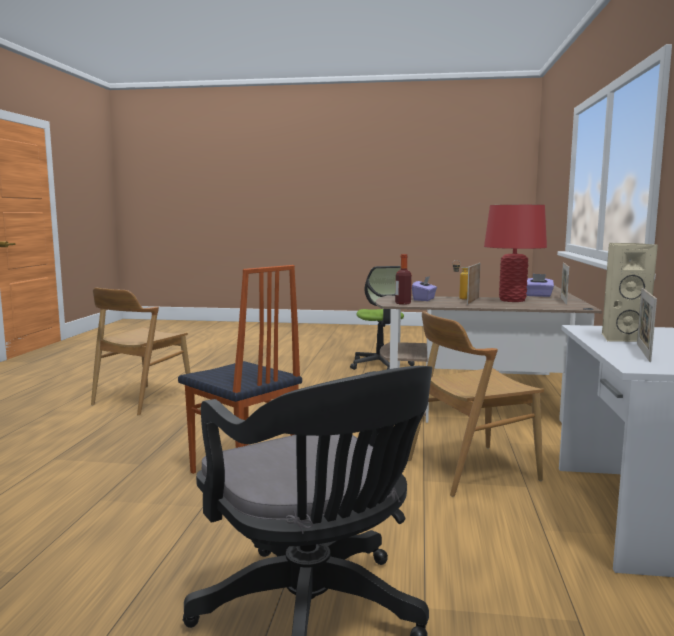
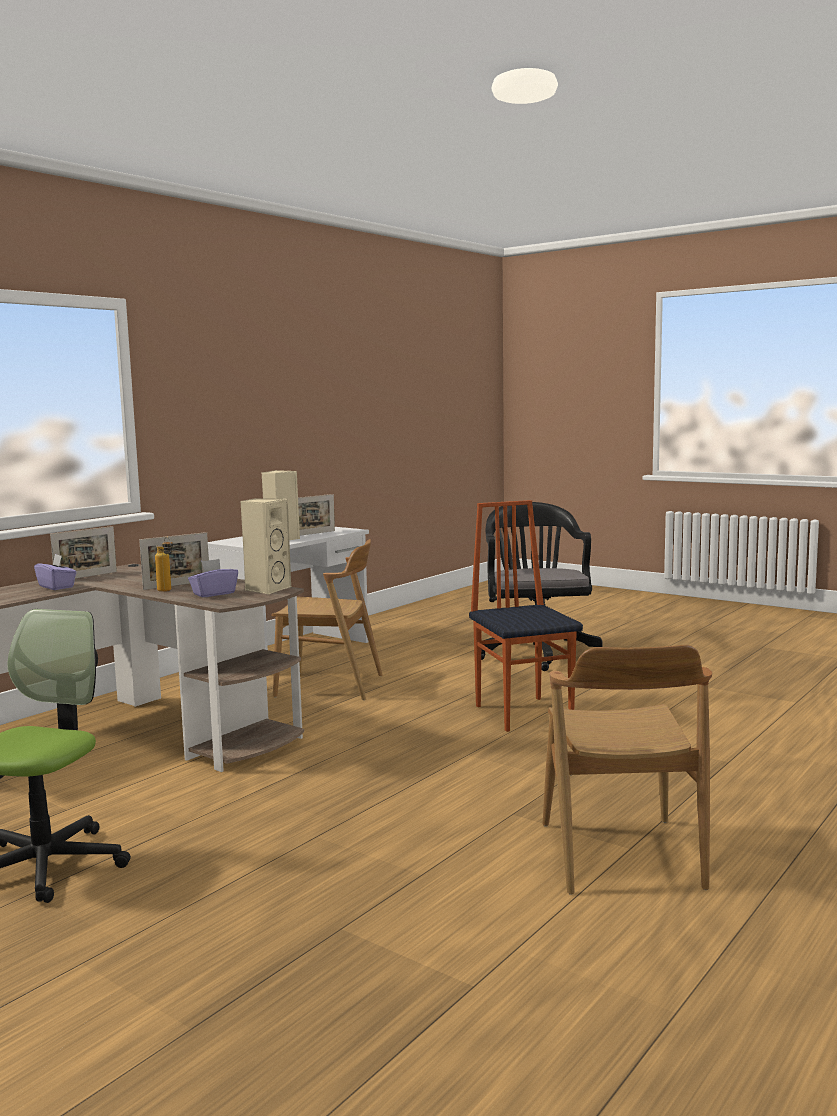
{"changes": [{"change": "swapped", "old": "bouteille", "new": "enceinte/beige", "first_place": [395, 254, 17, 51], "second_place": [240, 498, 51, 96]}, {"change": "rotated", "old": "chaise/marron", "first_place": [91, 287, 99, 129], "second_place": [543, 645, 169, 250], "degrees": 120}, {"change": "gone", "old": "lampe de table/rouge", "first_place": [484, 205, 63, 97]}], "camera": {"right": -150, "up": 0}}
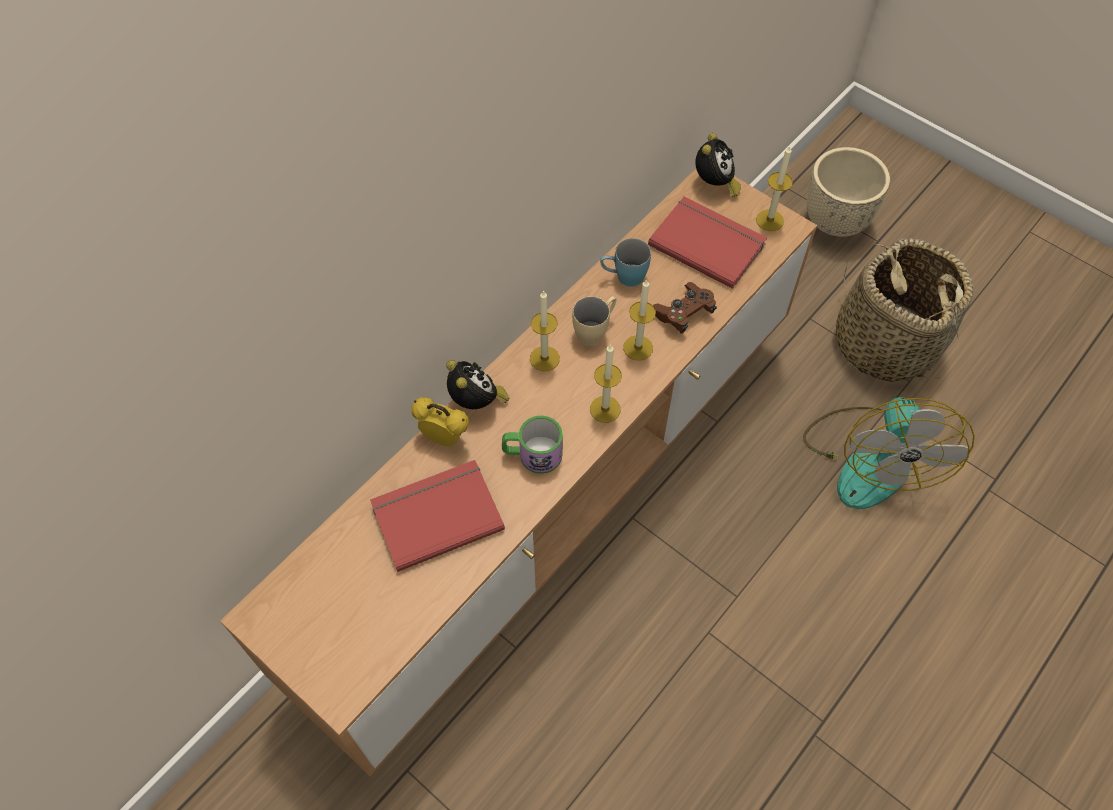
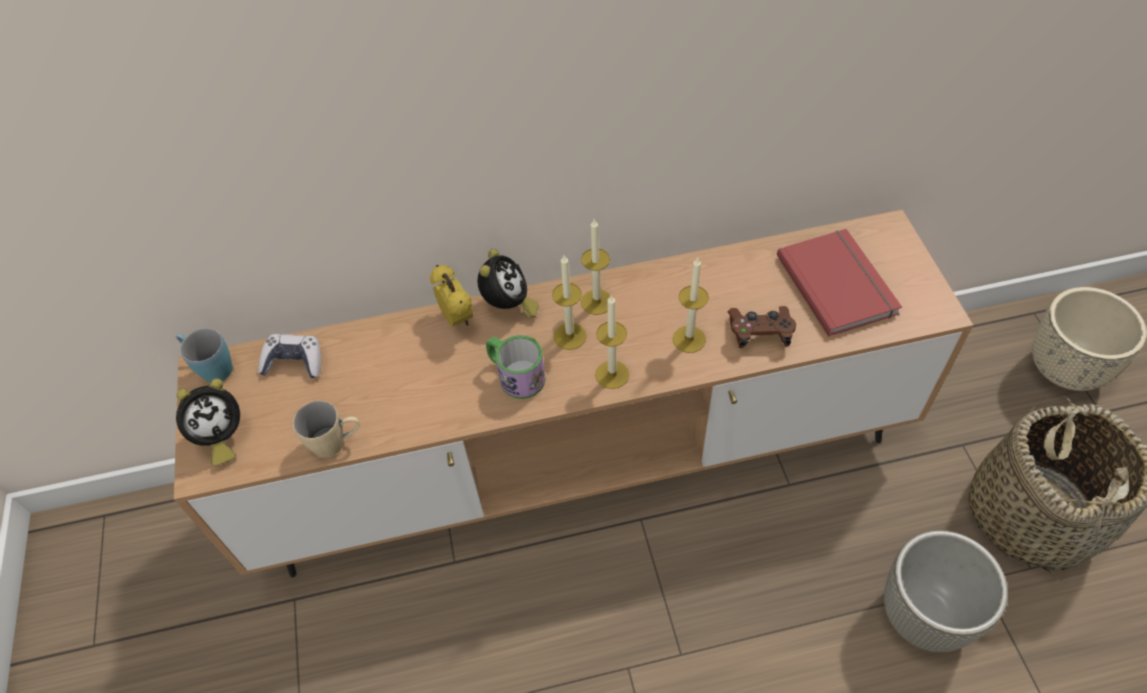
{"changes": [{"change": "shifted", "old": "mug/bleu", "first_place": [600, 238, 51, 49], "second_place": [176, 328, 57, 55]}, {"change": "shifted", "old": "réveil", "first_place": [695, 133, 46, 64], "second_place": [176, 378, 64, 88]}, {"change": "new", "new": "manette", "second_place": [258, 334, 63, 44]}, {"change": "shifted", "old": "mug/beige", "first_place": [572, 296, 45, 50], "second_place": [293, 401, 66, 57]}, {"change": "shifted", "old": "bougie", "first_place": [756, 146, 37, 85], "second_place": [552, 255, 35, 95]}, {"change": "swapped", "old": "ventilateur", "new": "cache-pot/gris", "first_place": [803, 397, 172, 112], "second_place": [884, 530, 124, 122]}, {"change": "gone", "old": "livre/rouge", "first_place": [370, 460, 135, 112]}], "camera": {"right": 40, "up": -5}}
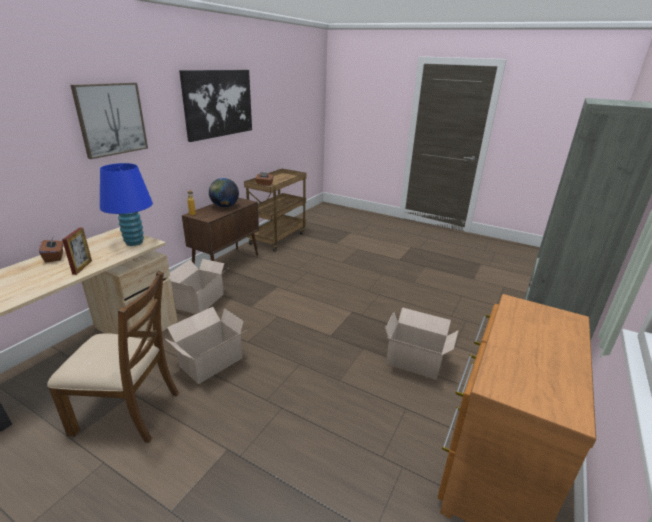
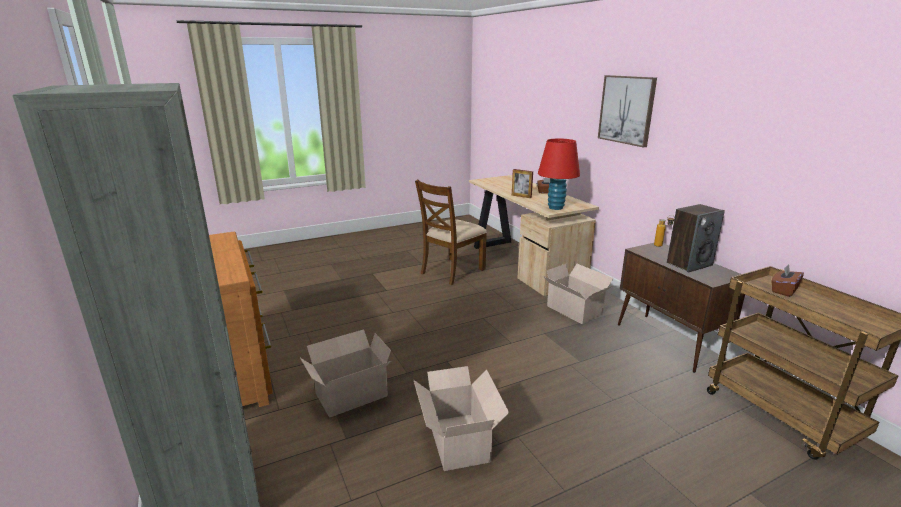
{"changes": [{"change": "shifted", "old": "carton", "first_place": [166, 307, 79, 77], "second_place": [414, 366, 95, 105]}, {"change": "repainted", "old": "lampe de table/bleu", "new": "lampe de table/rouge", "first_place": [100, 163, 53, 83], "second_place": [538, 139, 42, 71]}, {"change": "swapped", "old": "globe", "new": "enceinte", "first_place": [209, 178, 30, 30], "second_place": [667, 204, 58, 68]}, {"change": "gone", "old": "tableau", "first_place": [179, 70, 73, 72]}], "camera": {"right": 125, "up": -5}}
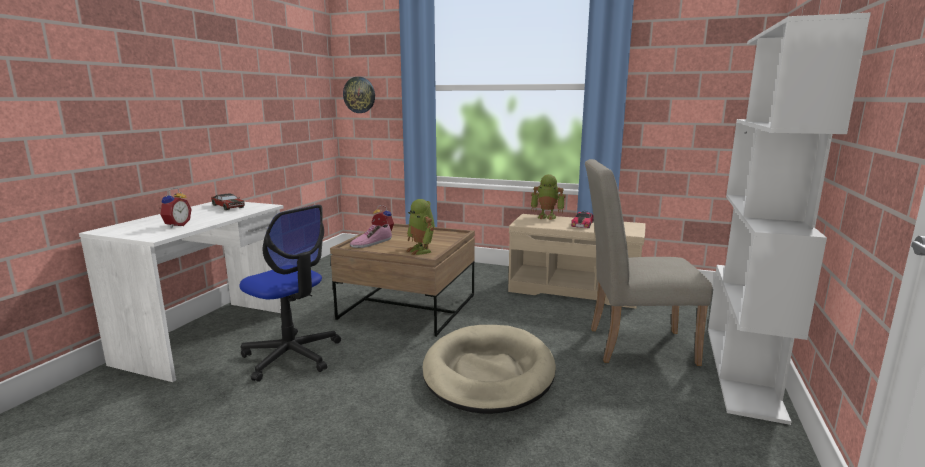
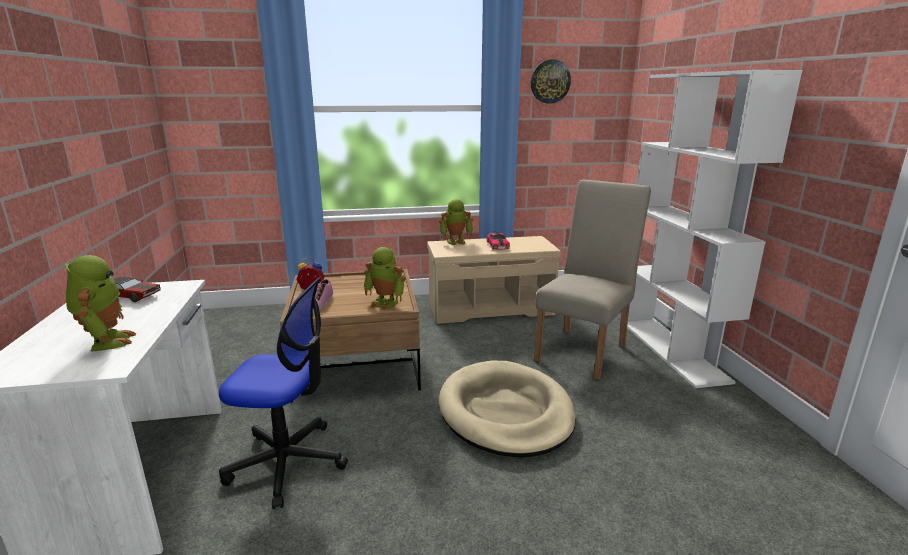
{"changes": [{"change": "swapped", "old": "réveil", "new": "robot jouet", "first_place": [160, 188, 31, 40], "second_place": [65, 255, 71, 97]}, {"change": "shifted", "old": "horloge murale", "first_place": [343, 77, 32, 36], "second_place": [531, 60, 40, 43]}, {"change": "rotated", "old": "chaise/beige", "first_place": [585, 159, 128, 207], "second_place": [534, 180, 117, 200], "degrees": 150}], "camera": {"right": -30, "up": 5}}
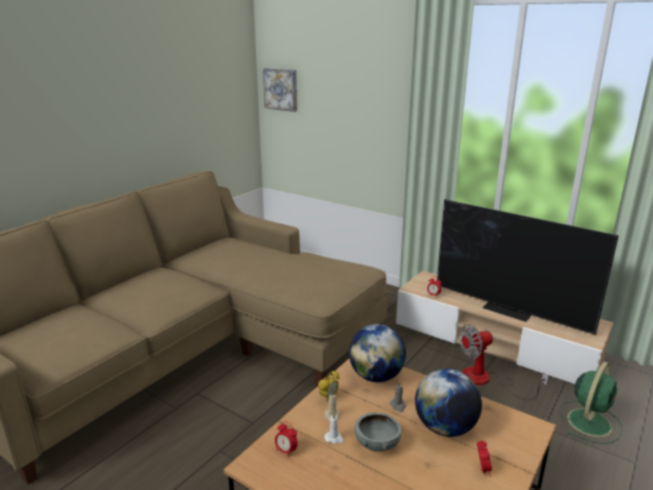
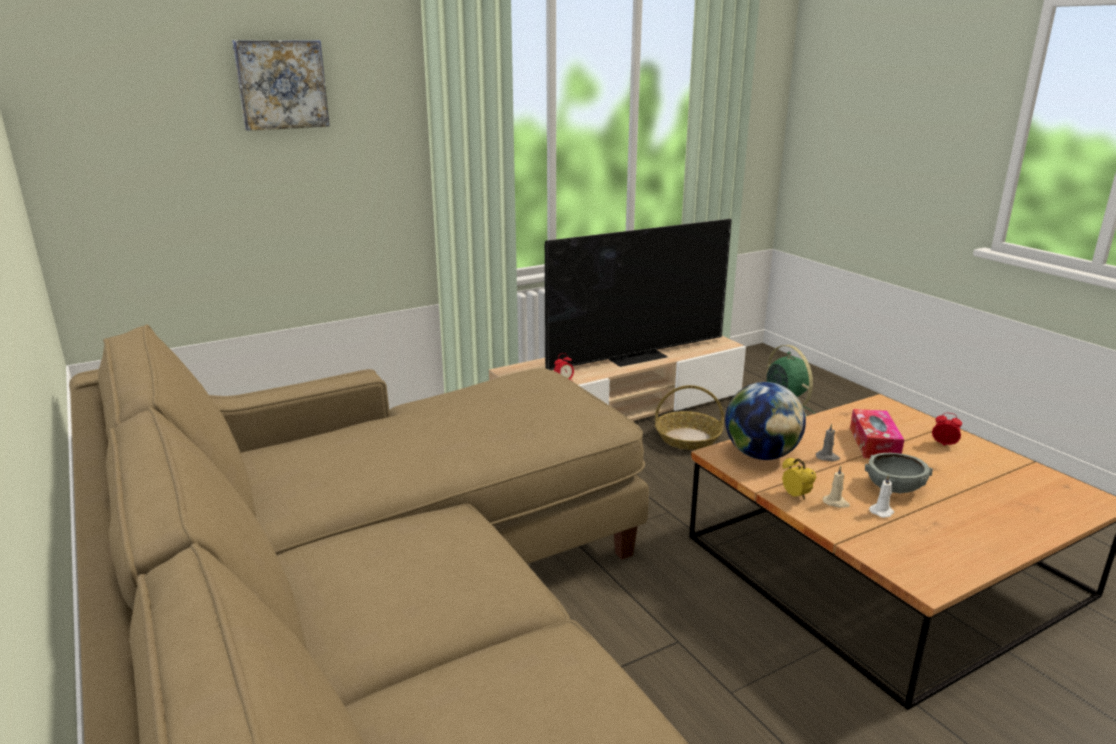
{"changes": [{"change": "shifted", "old": "tableau", "first_place": [263, 68, 34, 44], "second_place": [232, 40, 98, 91]}, {"change": "swapped", "old": "ventilateur", "new": "panier", "first_place": [459, 324, 90, 76], "second_place": [655, 385, 69, 65]}, {"change": "swapped", "old": "globe", "new": "boîte à mouchoirs", "first_place": [415, 369, 67, 68], "second_place": [850, 409, 54, 49]}, {"change": "gone", "old": "réveil", "first_place": [275, 421, 23, 37]}], "camera": {"right": -65, "up": 0}}
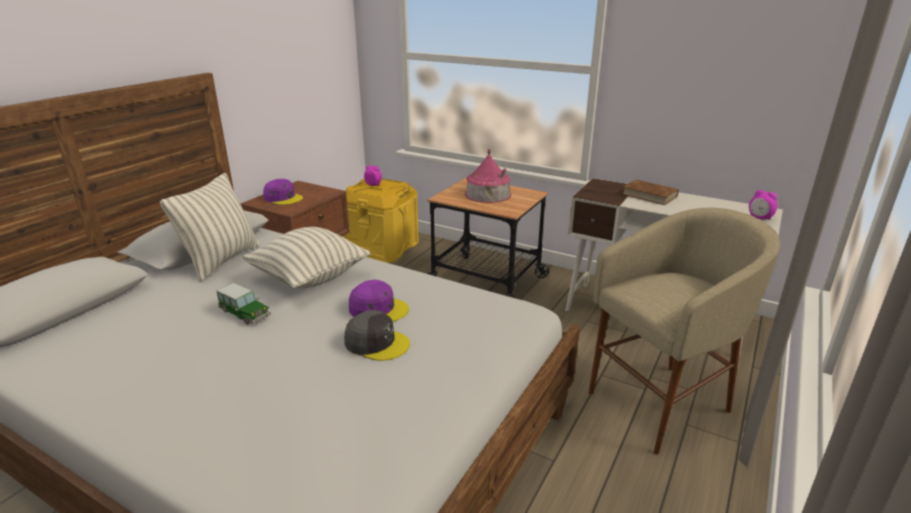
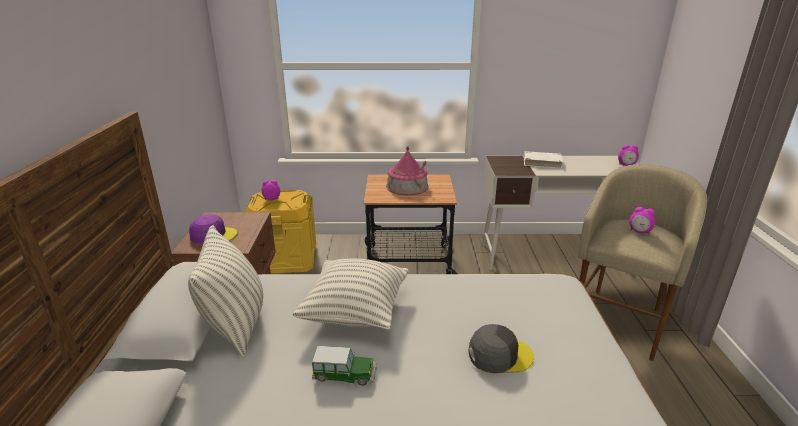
{"changes": [{"change": "repainted", "old": "livre/marron", "new": "livre/blanc", "first_place": [622, 179, 57, 26], "second_place": [523, 151, 40, 17]}, {"change": "new", "new": "réveil", "second_place": [629, 207, 26, 26]}, {"change": "gone", "old": "casquette/violet", "first_place": [349, 280, 60, 42]}], "camera": {"right": -30, "up": 0}}
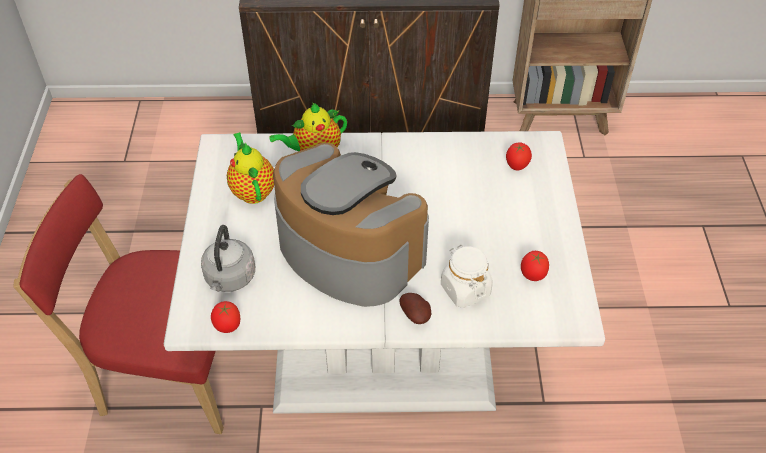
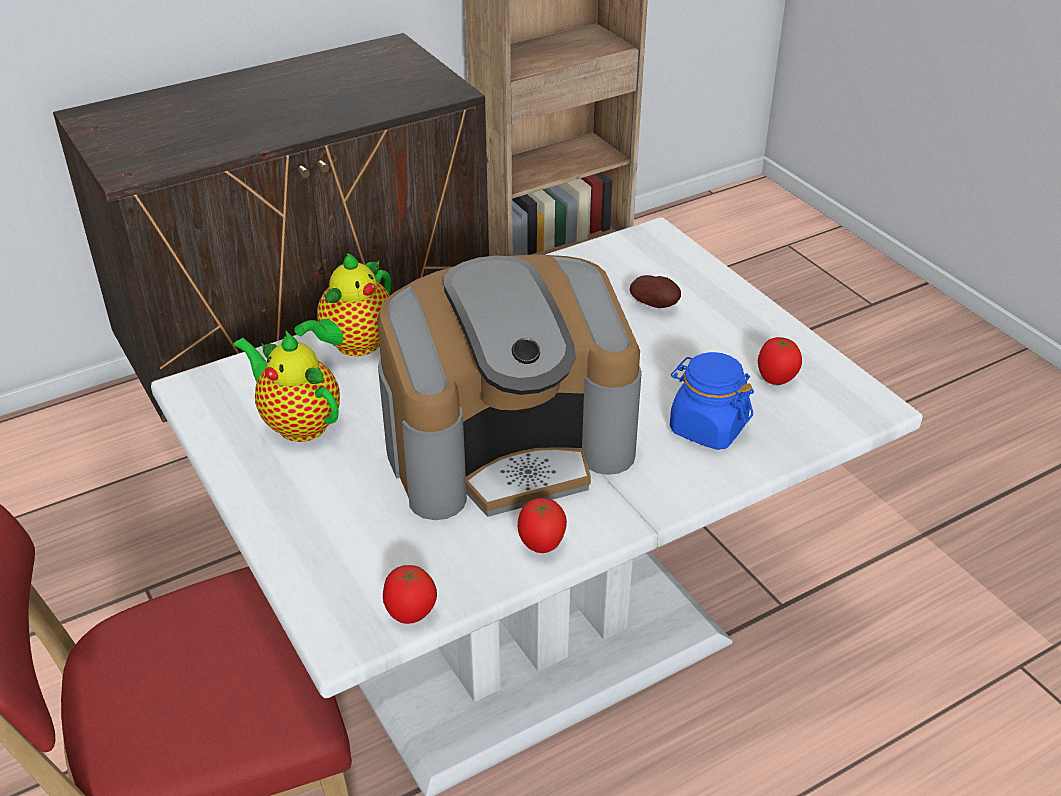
{"changes": [{"change": "rotated", "old": "machine à café", "first_place": [273, 143, 156, 164], "second_place": [377, 254, 265, 266], "degrees": 150}, {"change": "shifted", "old": "tomate", "first_place": [506, 142, 26, 28], "second_place": [518, 498, 49, 55]}, {"change": "shifted", "old": "pomme de terre", "first_place": [399, 293, 32, 31], "second_place": [630, 275, 51, 33]}, {"change": "repainted", "old": "bocal/blanc", "new": "bocal/bleu", "first_place": [441, 245, 52, 63], "second_place": [670, 352, 84, 98]}, {"change": "gone", "old": "bouilloire/gris", "first_place": [201, 225, 54, 67]}], "camera": {"right": -30, "up": -10}}
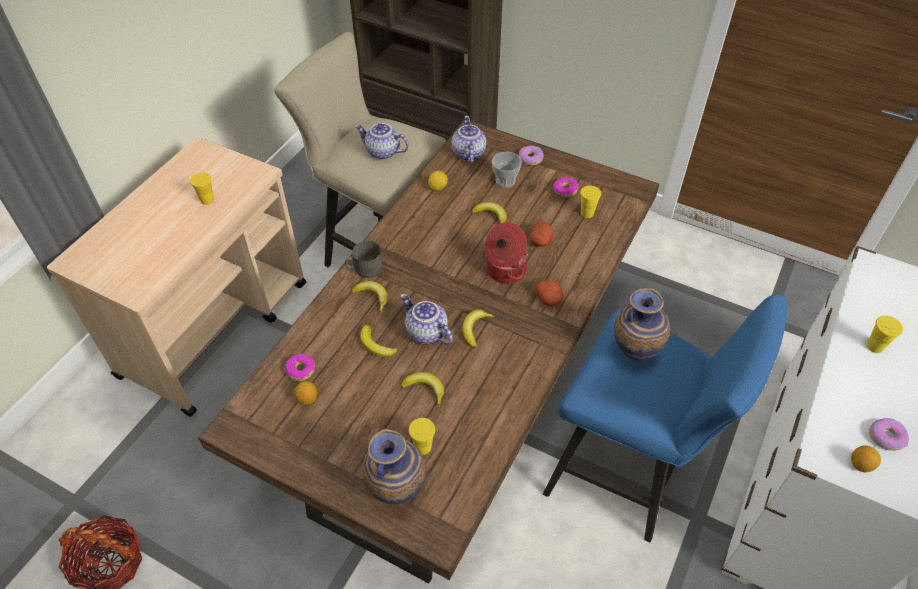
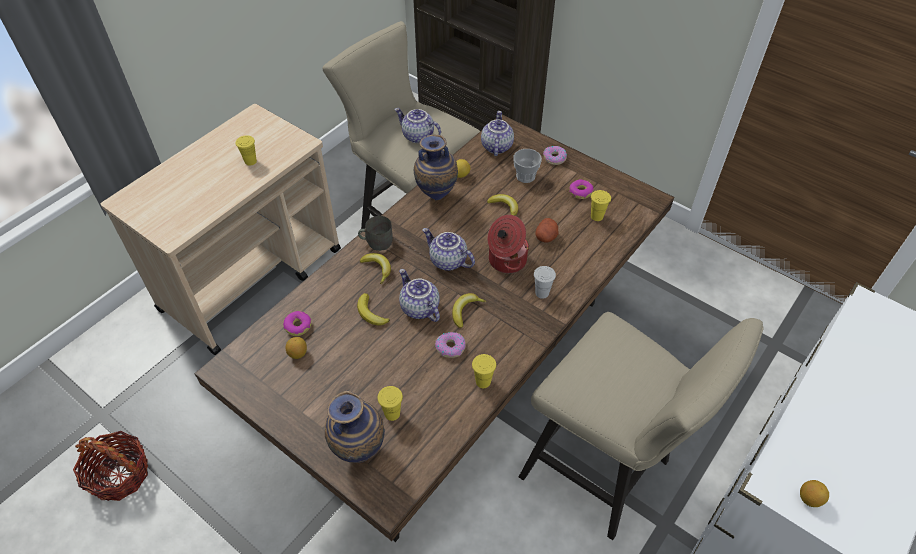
{"changes": [{"change": "shifted", "old": "vase", "first_place": [614, 288, 56, 73], "second_place": [414, 134, 44, 66]}, {"change": "new", "new": "théière", "second_place": [422, 228, 53, 43]}, {"change": "shifted", "old": "beignet", "first_place": [869, 418, 40, 33], "second_place": [435, 332, 30, 26]}, {"change": "shifted", "old": "tasse/jaune", "first_place": [867, 316, 36, 37], "second_place": [472, 354, 24, 34]}, {"change": "repainted", "old": "tabouret/bleu", "new": "tabouret/beige", "first_place": [543, 294, 245, 248], "second_place": [519, 312, 245, 228]}, {"change": "swapped", "old": "pomme de terre", "new": "tasse/blanc", "first_place": [535, 280, 29, 27], "second_place": [534, 266, 22, 33]}, {"change": "gone", "old": "banane", "first_place": [401, 372, 43, 35]}], "camera": {"right": 10, "up": 0}}
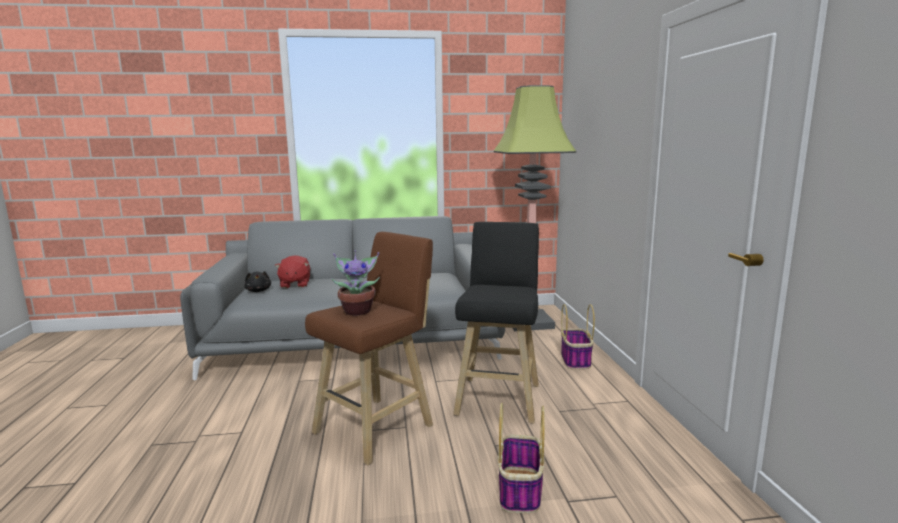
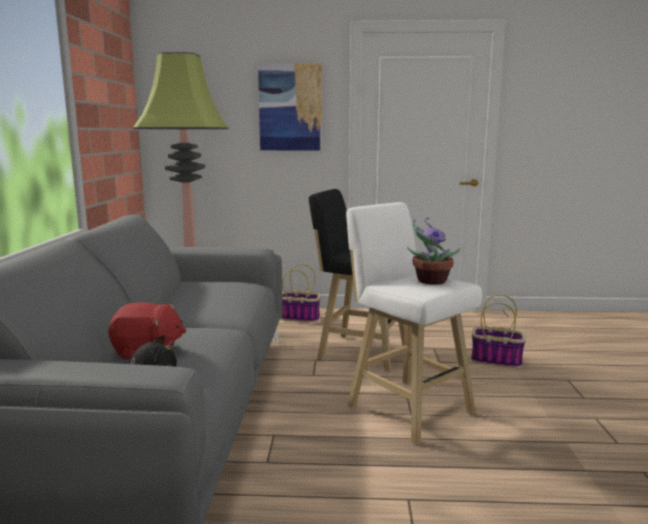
{"changes": [{"change": "new", "new": "tableau", "second_place": [258, 63, 64, 87]}, {"change": "repainted", "old": "tabouret/marron", "new": "tabouret/blanc", "first_place": [305, 232, 128, 233], "second_place": [346, 202, 136, 242]}], "camera": {"right": -80, "up": 0}}
